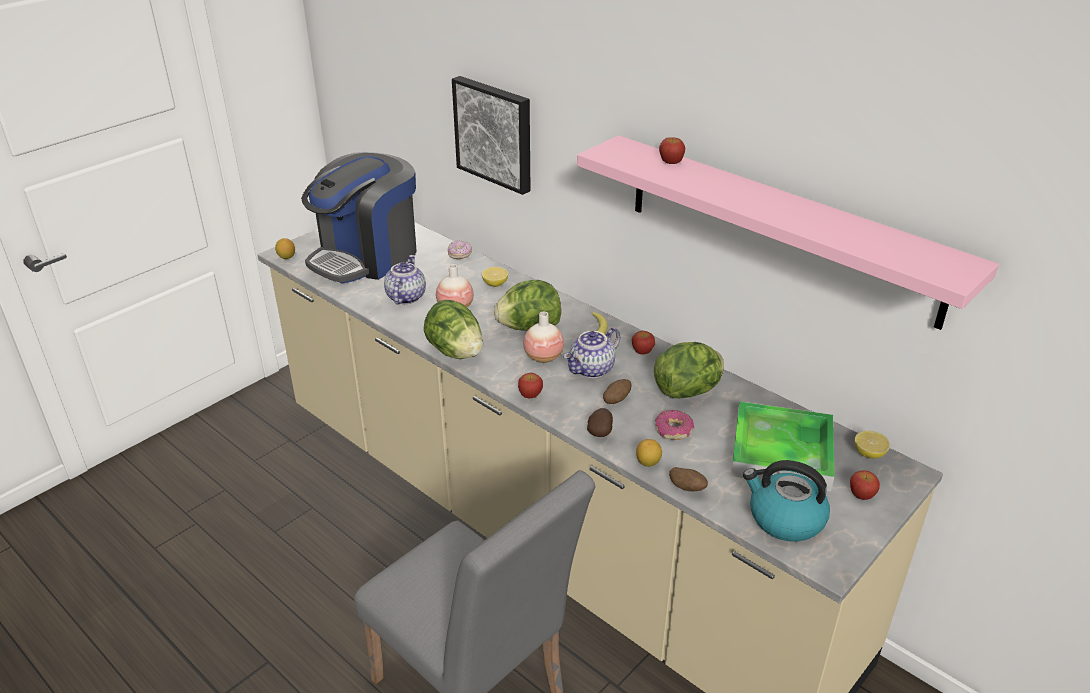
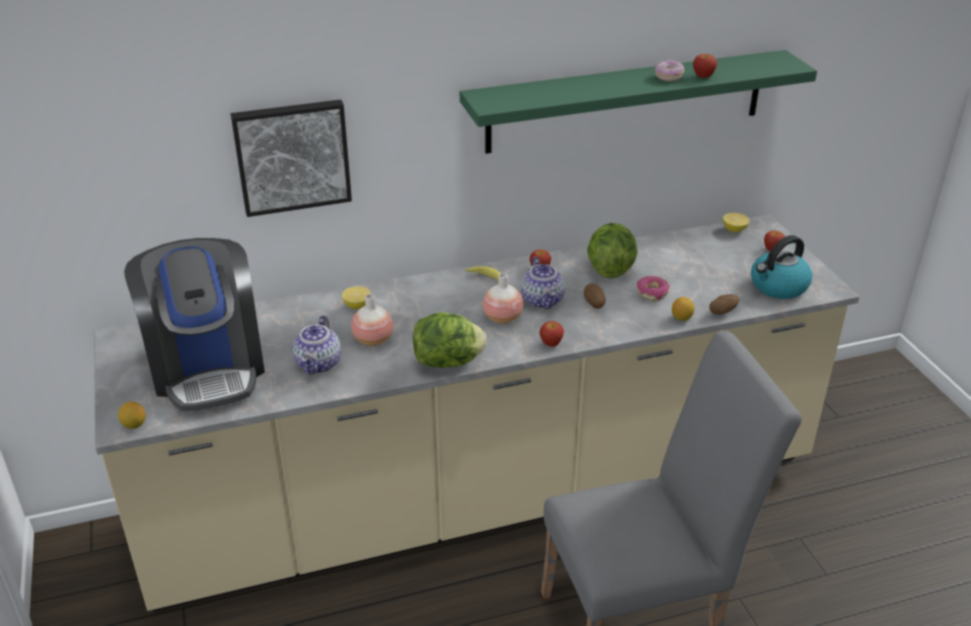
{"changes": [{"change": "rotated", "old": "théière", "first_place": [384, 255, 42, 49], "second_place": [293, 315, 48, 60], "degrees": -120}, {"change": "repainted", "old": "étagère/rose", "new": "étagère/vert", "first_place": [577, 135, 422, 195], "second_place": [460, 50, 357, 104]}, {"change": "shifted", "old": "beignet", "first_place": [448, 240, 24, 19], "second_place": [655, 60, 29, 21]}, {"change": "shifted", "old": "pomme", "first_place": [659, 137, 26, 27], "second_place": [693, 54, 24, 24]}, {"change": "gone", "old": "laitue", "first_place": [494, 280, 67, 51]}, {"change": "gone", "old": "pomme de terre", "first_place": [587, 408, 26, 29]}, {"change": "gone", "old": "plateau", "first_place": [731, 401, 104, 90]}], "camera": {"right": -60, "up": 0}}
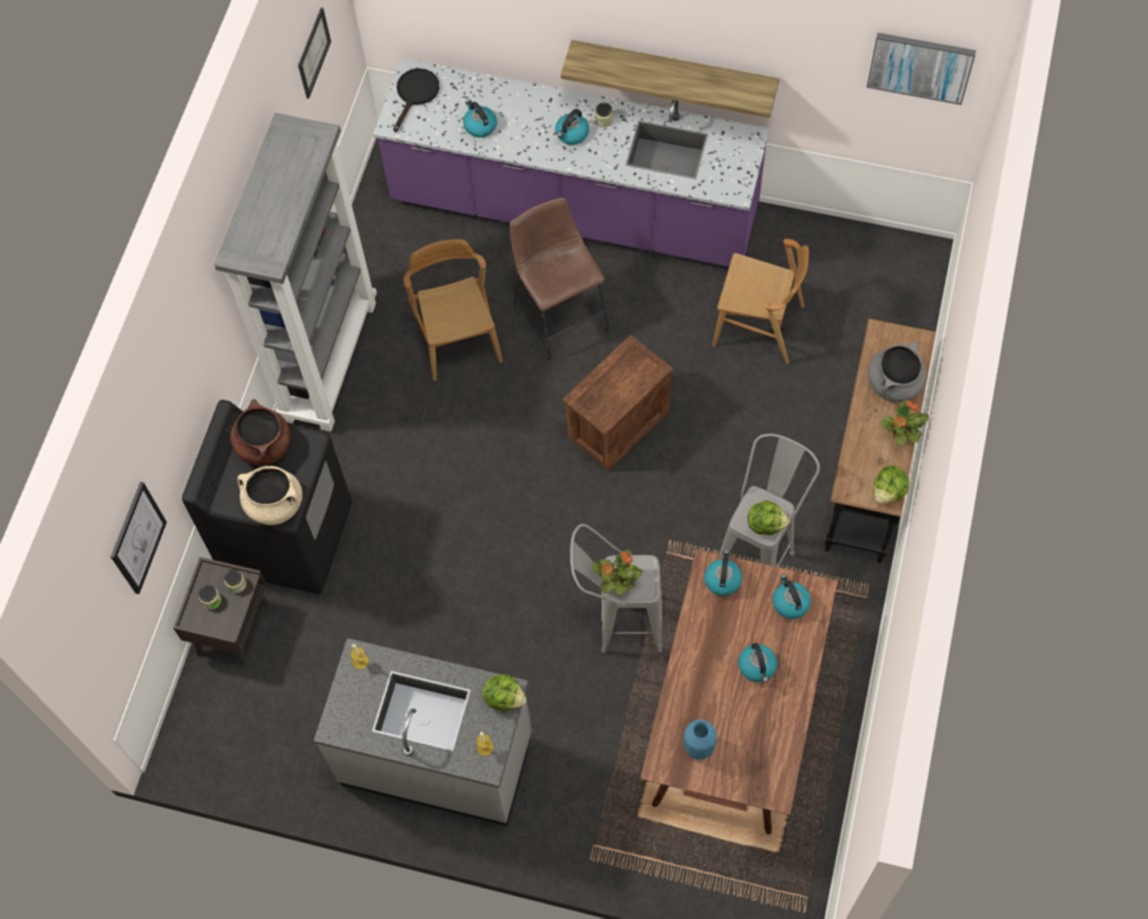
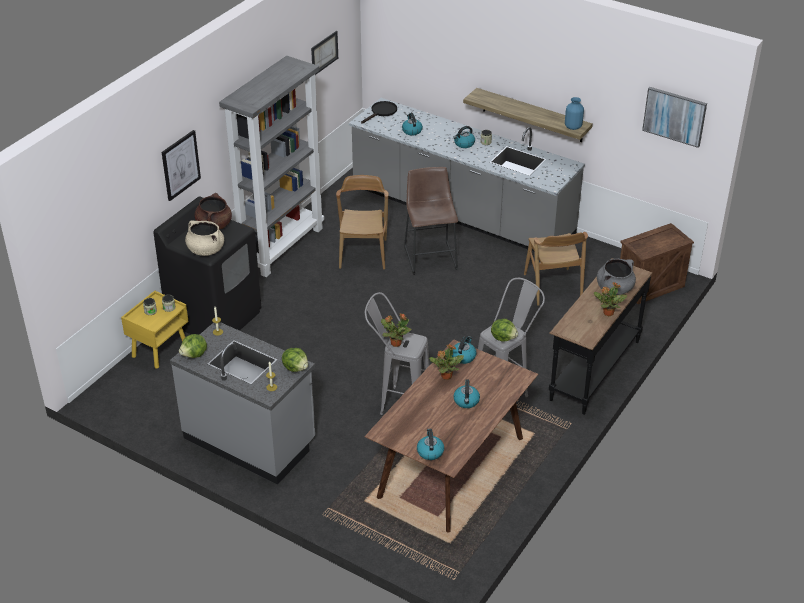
{"changes": [{"change": "repainted", "old": "table de chevet/marron", "new": "table de chevet/jaune", "first_place": [173, 557, 95, 109], "second_place": [121, 291, 68, 78]}, {"change": "shifted", "old": "tableau", "first_place": [111, 482, 56, 112], "second_place": [162, 130, 39, 71]}, {"change": "shifted", "old": "laitue", "first_place": [874, 465, 35, 39], "second_place": [179, 334, 28, 24]}, {"change": "repainted", "old": "comptoir de cuisine/violet", "new": "comptoir de cuisine/gris", "first_place": [373, 58, 397, 209], "second_place": [349, 98, 236, 154]}, {"change": "shifted", "old": "bouilloire", "first_place": [772, 574, 39, 45], "second_place": [417, 429, 27, 31]}, {"change": "new", "new": "plante en pot", "second_place": [429, 344, 35, 36]}, {"change": "rotated", "old": "chaise/marron", "first_place": [712, 239, 97, 125], "second_place": [524, 232, 64, 74], "degrees": 45}, {"change": "shifted", "old": "vase/bleu", "first_place": [684, 720, 33, 39], "second_place": [565, 97, 19, 33]}, {"change": "shifted", "old": "caisse", "first_place": [562, 335, 111, 136], "second_place": [620, 223, 74, 81]}], "camera": {"right": 15, "up": -25}}
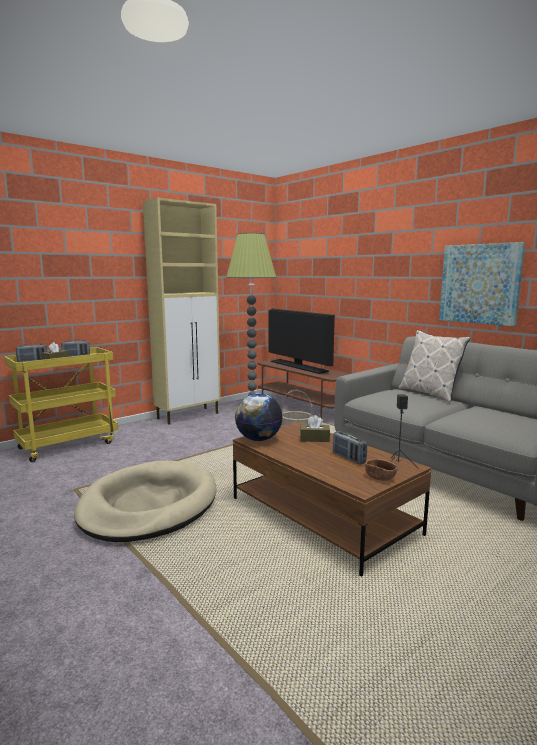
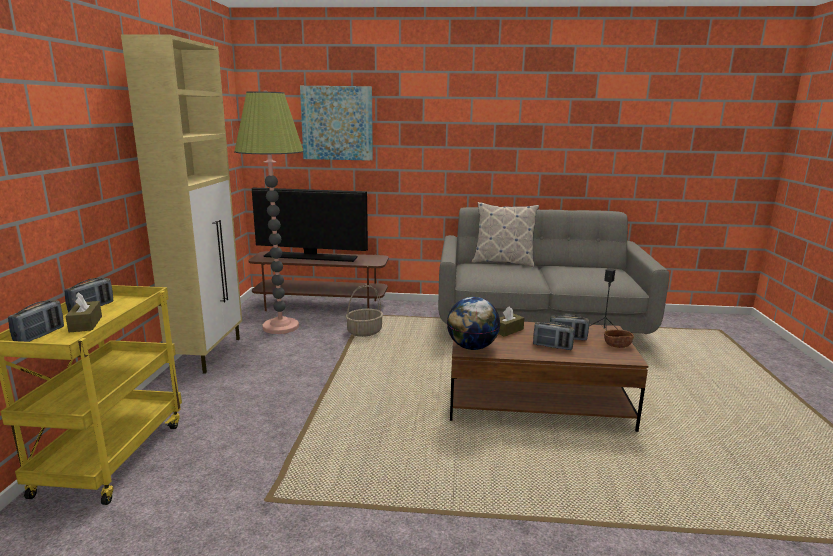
{"changes": [{"change": "shifted", "old": "tableau", "first_place": [439, 242, 86, 84], "second_place": [300, 86, 73, 75]}, {"change": "new", "new": "radio", "second_place": [533, 322, 42, 28]}, {"change": "gone", "old": "panier pour chien/beige", "first_place": [74, 460, 142, 82]}], "camera": {"right": -45, "up": 5}}
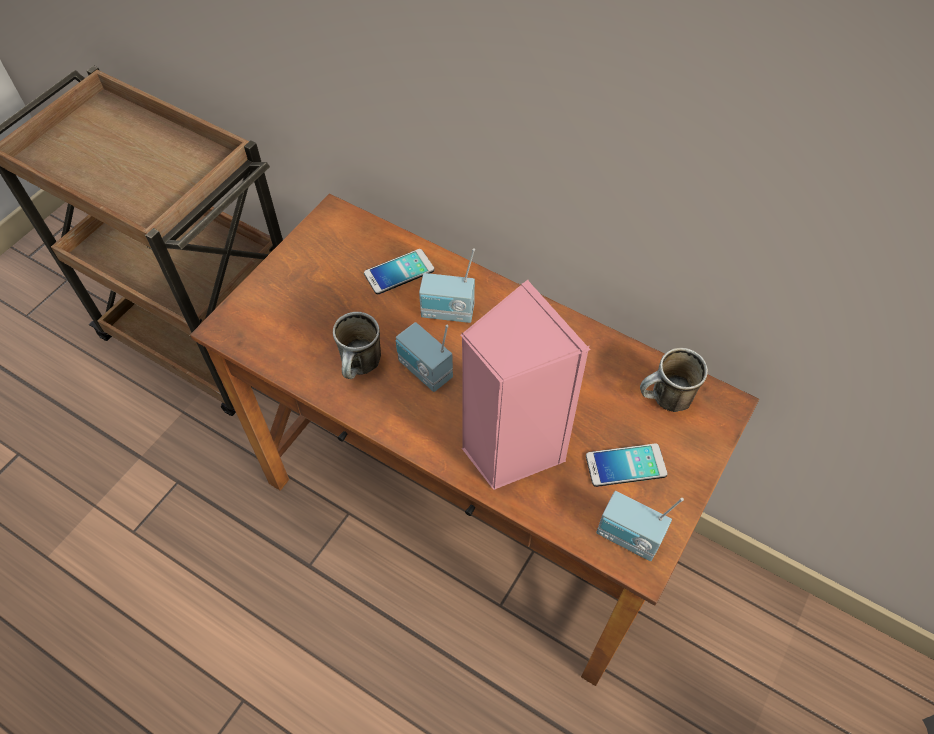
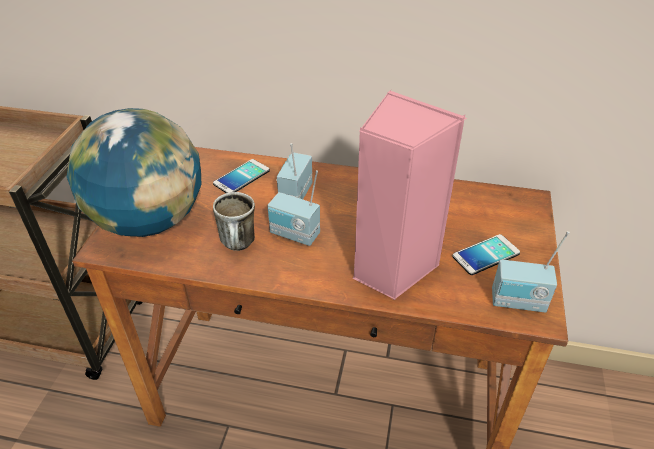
{"changes": [{"change": "new", "new": "globe", "second_place": [67, 108, 135, 129]}, {"change": "rotated", "old": "radio", "first_place": [419, 248, 56, 75], "second_place": [276, 143, 36, 56], "degrees": 120}, {"change": "gone", "old": "mug", "first_place": [640, 348, 68, 64]}], "camera": {"right": -20, "up": -15}}
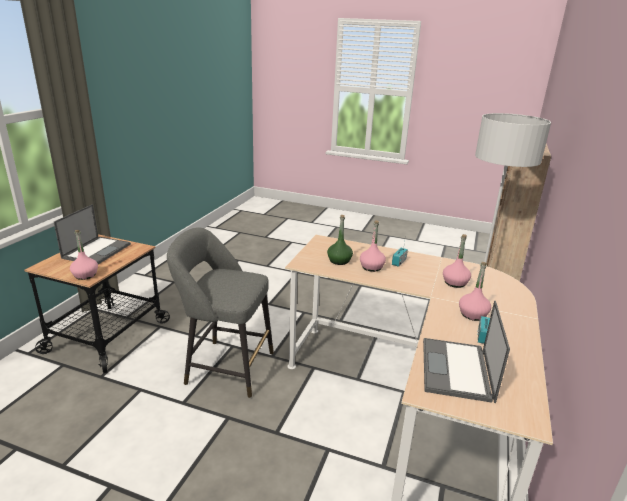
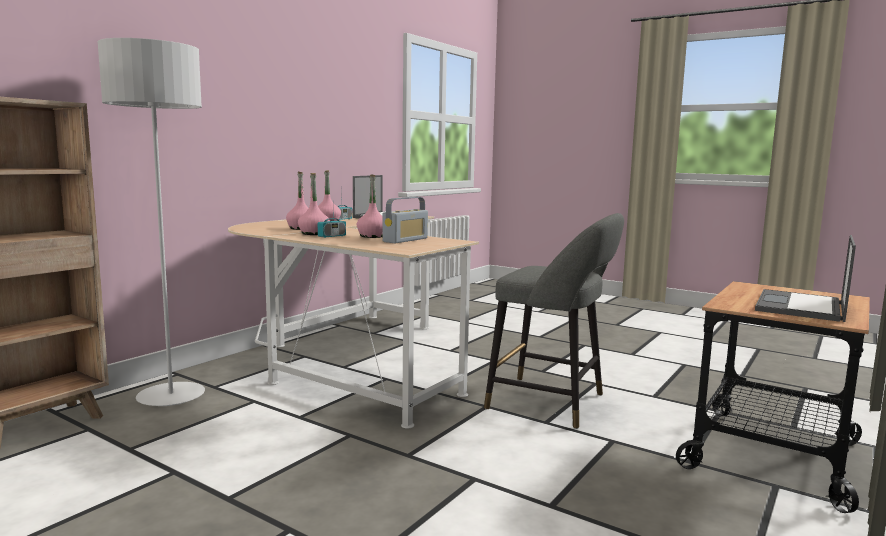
{"changes": [{"change": "shifted", "old": "bouteille/rose", "first_place": [70, 230, 28, 50], "second_place": [298, 173, 32, 62]}, {"change": "swapped", "old": "bouteille/vert", "new": "radio", "first_place": [327, 215, 26, 50], "second_place": [382, 197, 46, 46]}], "camera": {"right": -165, "up": -15}}
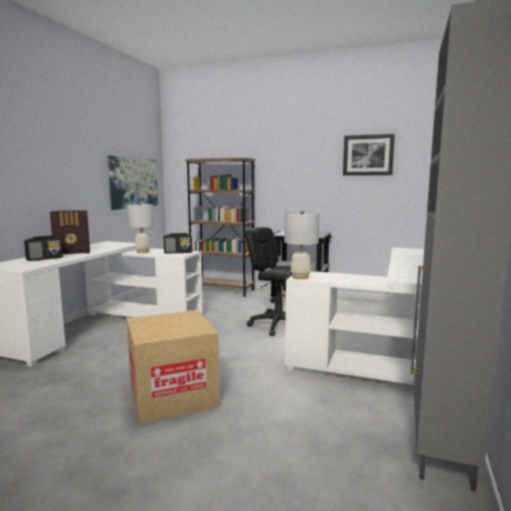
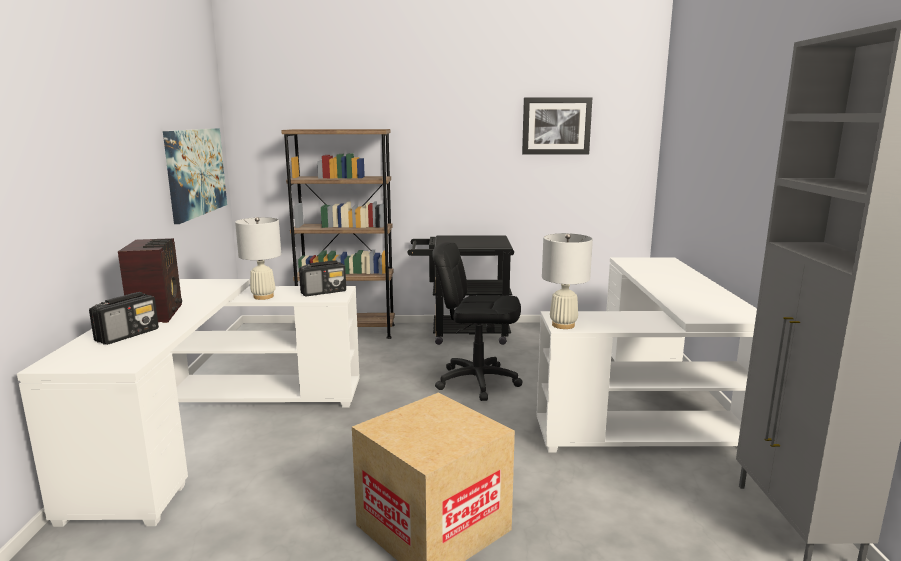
{"changes": [{"change": "rotated", "old": "radio", "first_place": [50, 210, 40, 44], "second_place": [118, 238, 64, 85], "degrees": -60}], "camera": {"right": -20, "up": 5}}
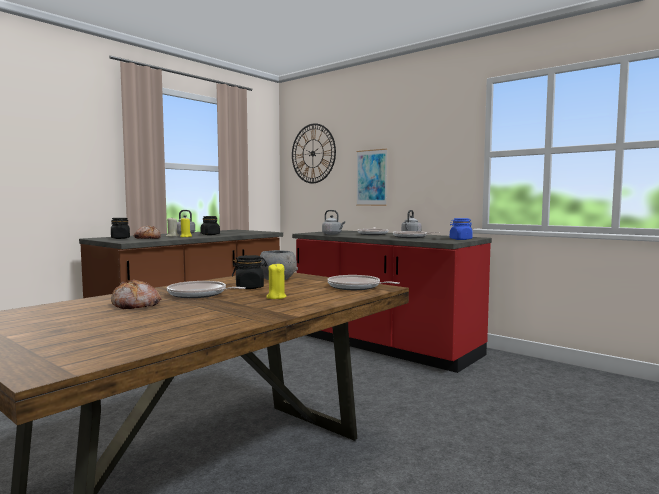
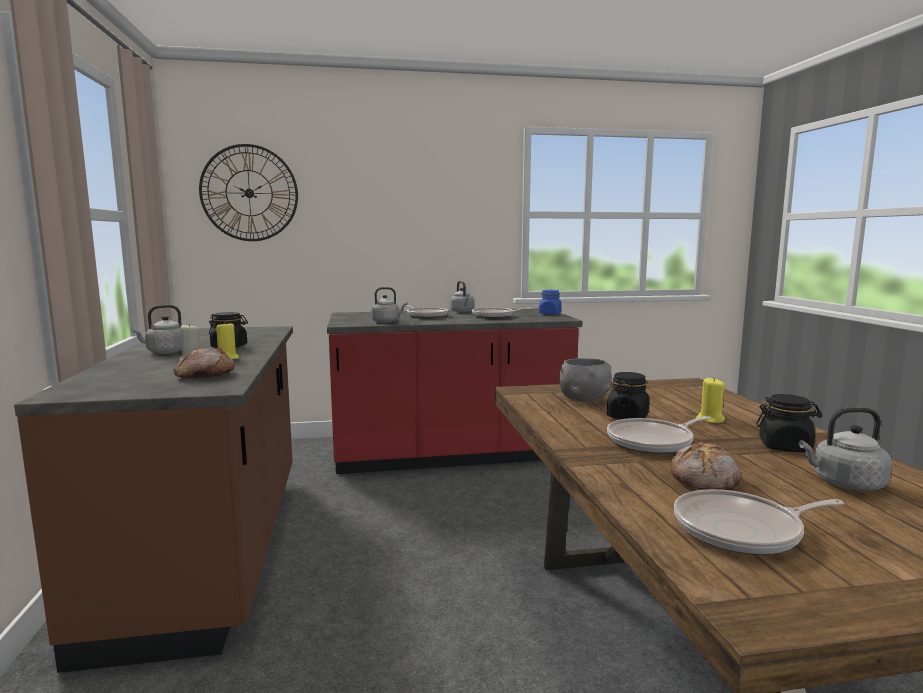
{"changes": [{"change": "shifted", "old": "poêle", "first_place": [327, 275, 73, 15], "second_place": [674, 489, 170, 66]}, {"change": "shifted", "old": "bocal/noir", "first_place": [111, 218, 19, 21], "second_place": [756, 394, 66, 58]}, {"change": "new", "new": "bouilloire/gris", "second_place": [799, 407, 93, 84]}, {"change": "gone", "old": "tableau", "first_place": [356, 149, 31, 57]}], "camera": {"right": -50, "up": 5}}
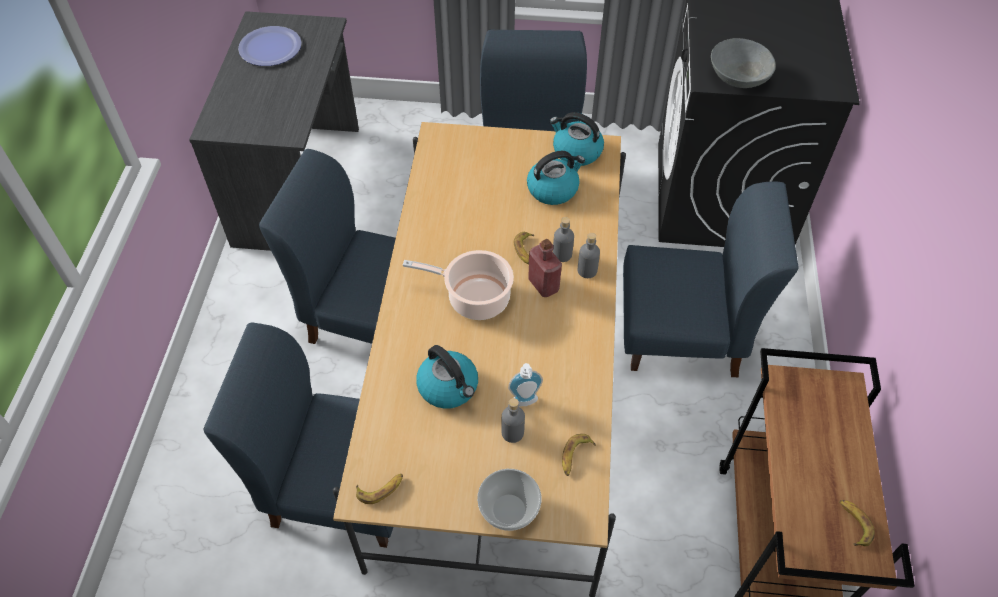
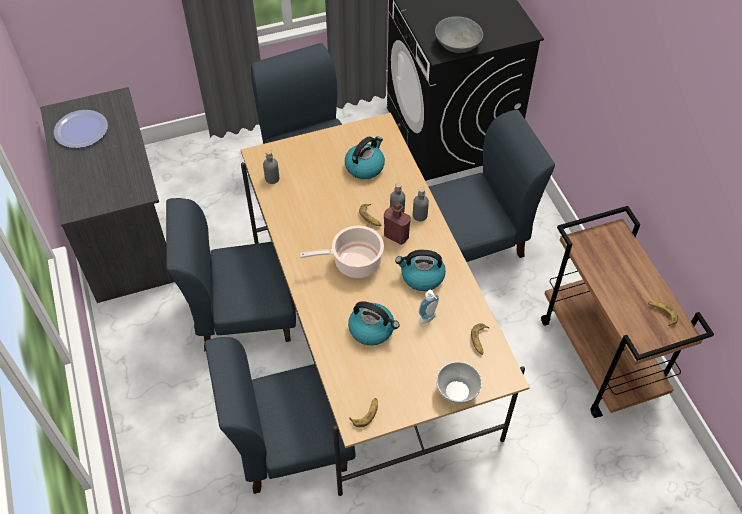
{"changes": [{"change": "shifted", "old": "bouteille/gris", "first_place": [501, 398, 24, 45], "second_place": [263, 150, 16, 34]}, {"change": "shifted", "old": "bouilloire", "first_place": [550, 112, 54, 54], "second_place": [395, 250, 51, 41]}], "camera": {"right": -25, "up": 0}}
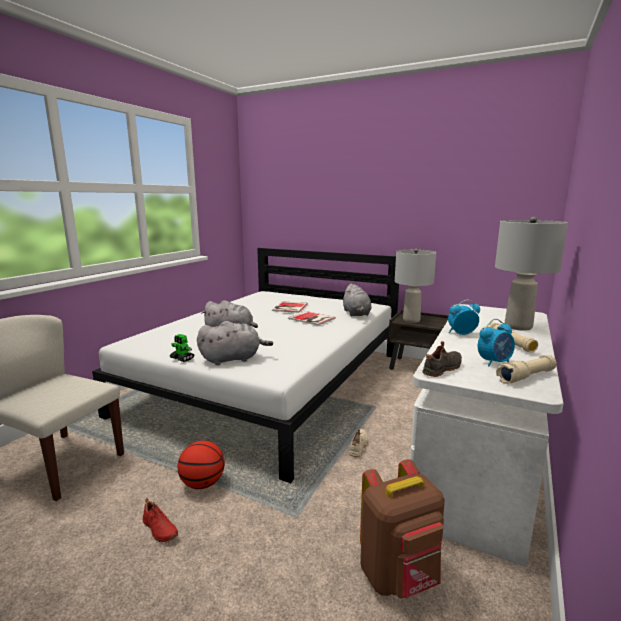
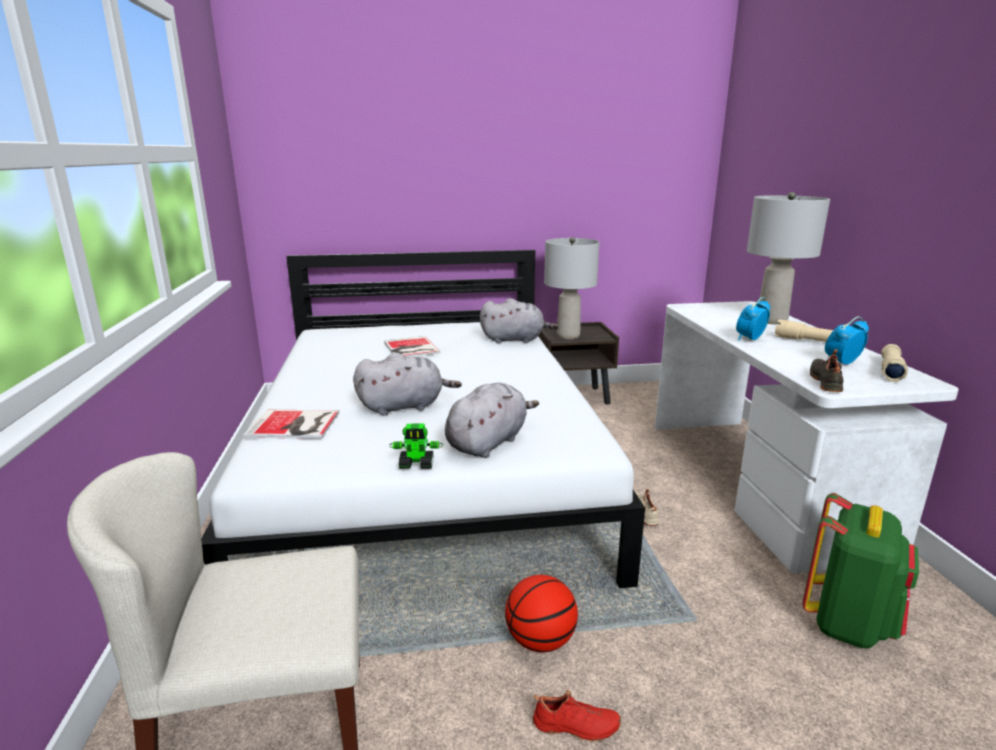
{"changes": [{"change": "shifted", "old": "livre", "first_place": [288, 311, 48, 15], "second_place": [243, 410, 96, 29]}, {"change": "rotated", "old": "peluche/gris", "first_place": [342, 283, 29, 33], "second_place": [480, 298, 78, 46], "degrees": -45}, {"change": "repainted", "old": "sac à dos/marron", "new": "sac à dos/vert", "first_place": [360, 459, 85, 140], "second_place": [802, 493, 117, 155]}, {"change": "rotated", "old": "réveil", "first_place": [478, 319, 37, 48], "second_place": [825, 316, 44, 49], "degrees": -150}], "camera": {"right": -35, "up": 5}}
